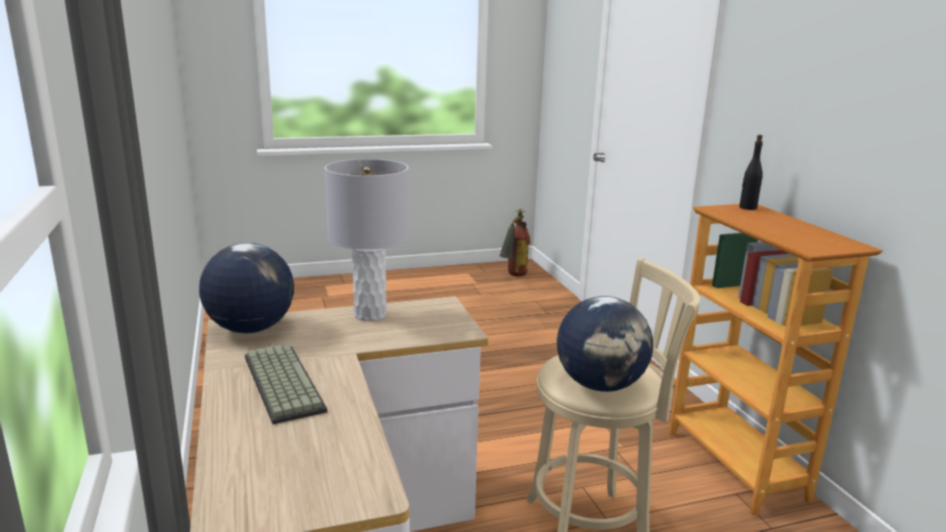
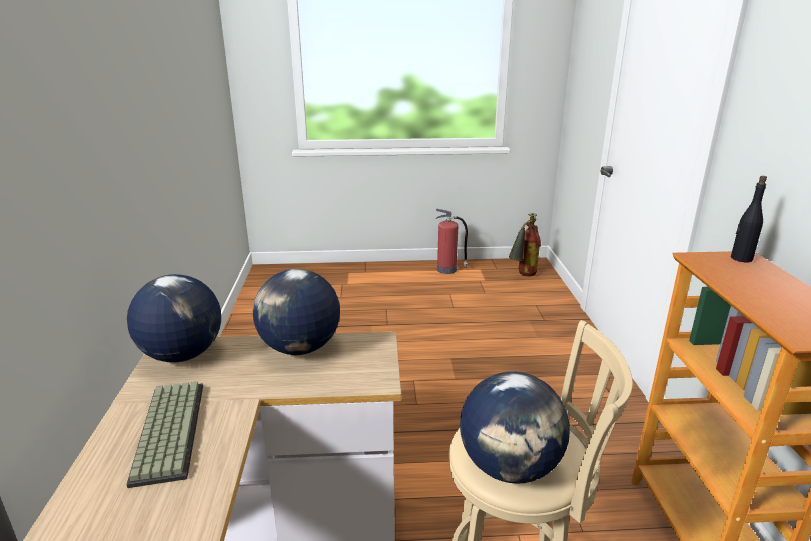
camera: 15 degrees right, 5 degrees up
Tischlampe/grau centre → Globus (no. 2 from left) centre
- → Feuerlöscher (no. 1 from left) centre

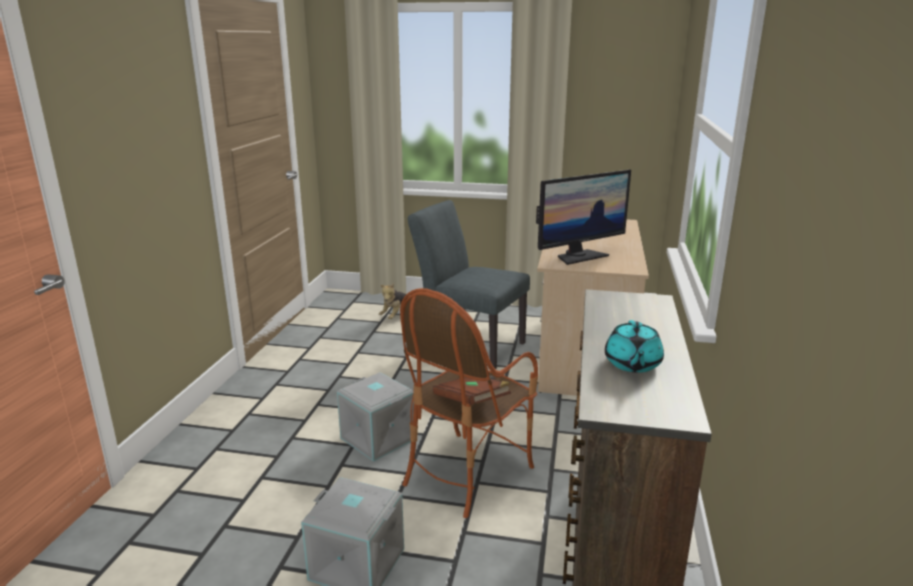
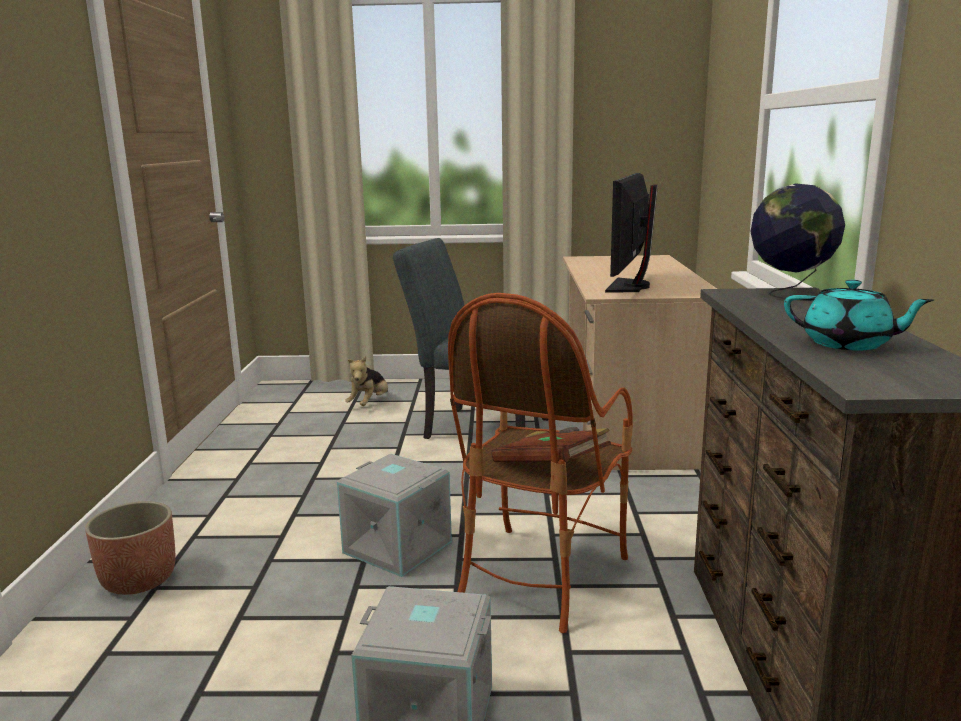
camera: 10 degrees left, 5 degrees down
Monitor centre → Monitor top centre, 150 degrees clockwise
Teekanne/türkis middle right, 60 degrees counterclockwise
- → Globus middle right
- → Pflanzkübel bottom left

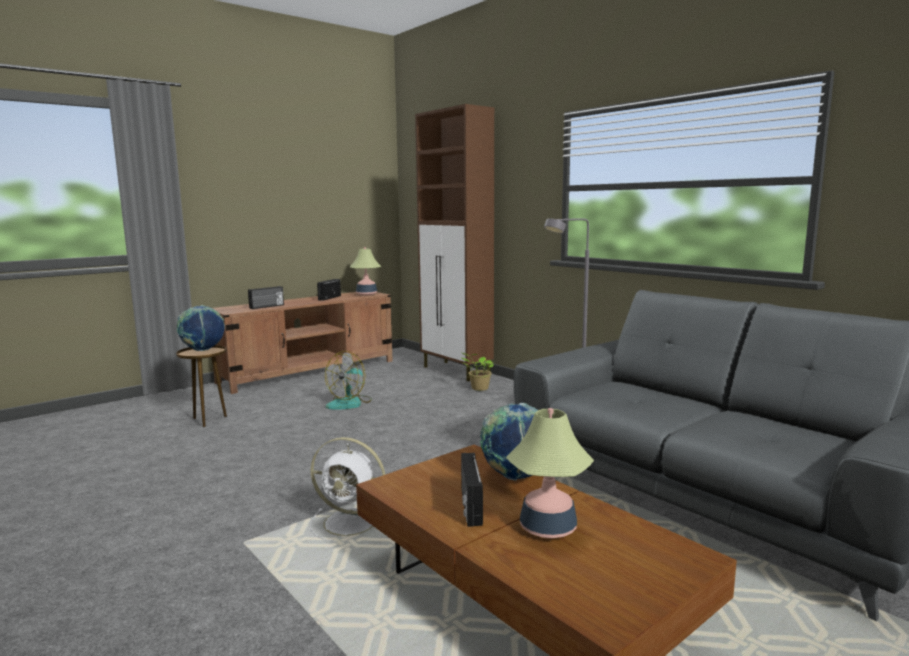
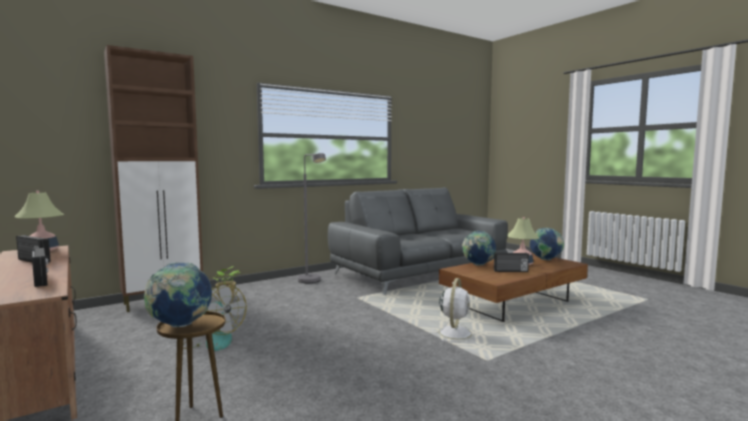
camera: 85 degrees left, 5 degrees down
- → Globus (no. 3 from left) middle right

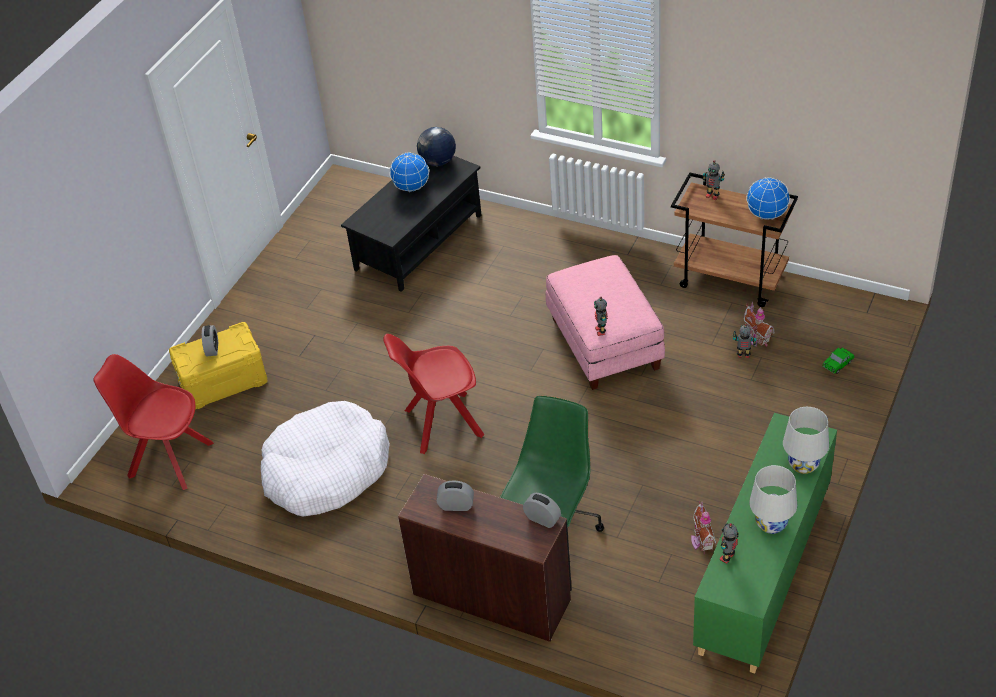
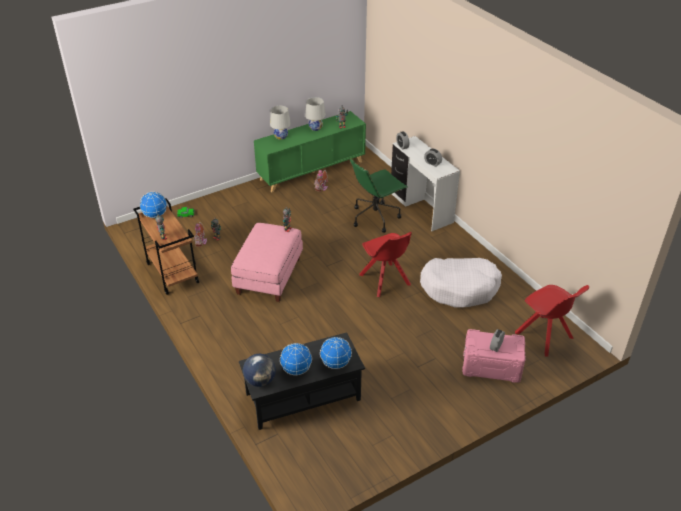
camera: 150 degrees left, 5 degrees down
Aufbewahrungsbox/gelb middle left → Aufbewahrungsbox/rosa bottom right
Stuhl/rot (no. 2 from left in the first image) centre → Stuhl/rot (no. 1 from left) centre, 45 degrees clockwise
Schreibtisch/braun bottom centre → Schreibtisch/weiß centre
- → Globus (no. 4 from left) bottom centre

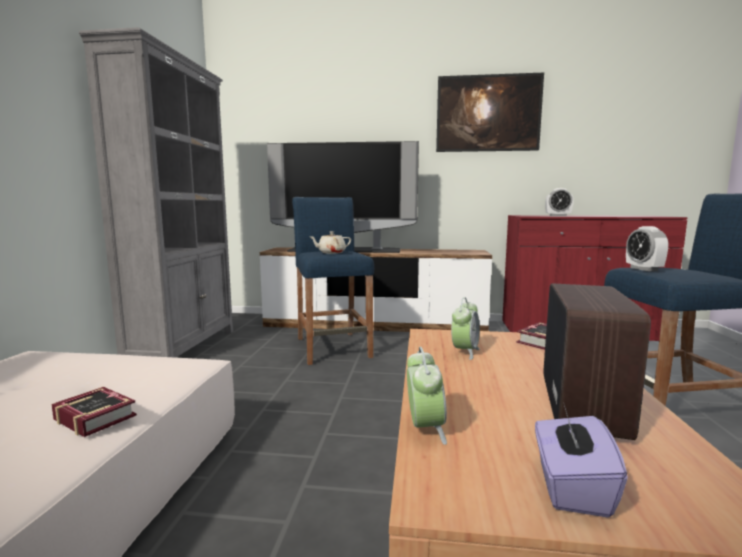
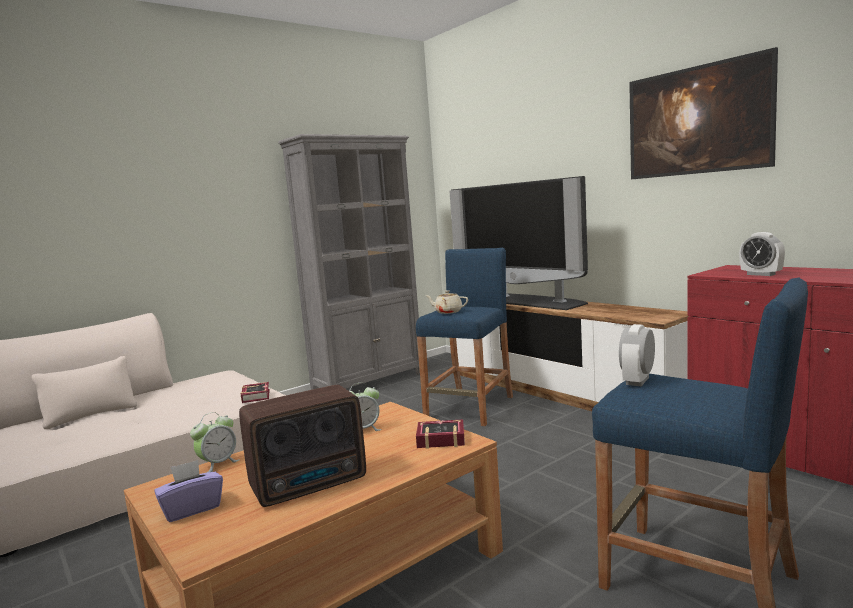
camera: 45 degrees right, 0 degrees up
Buch (no. 1 from left) bottom left → Buch (no. 1 from left) middle left, shifted

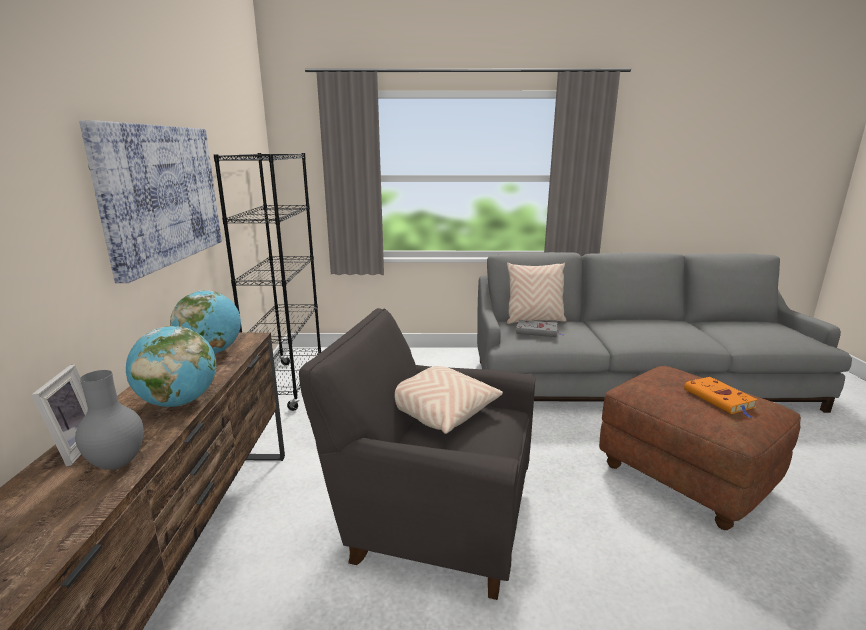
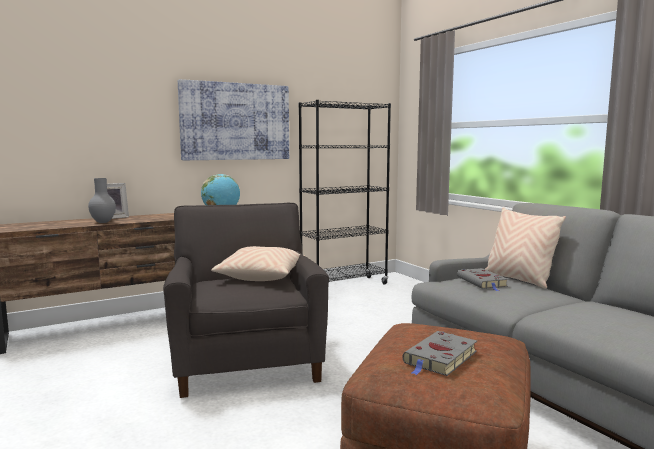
camera: 60 degrees right, 10 degrees down
Globus (no. 1 from left) middle left → -
Buch/orange middle right → Buch/grau (no. 1 from left) bottom right

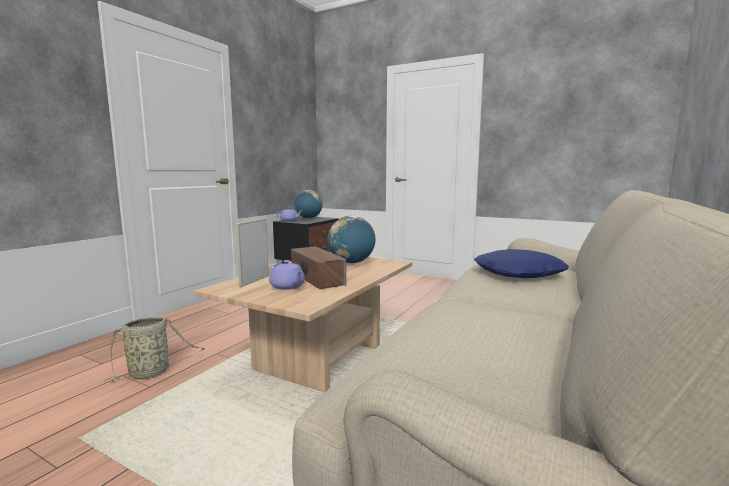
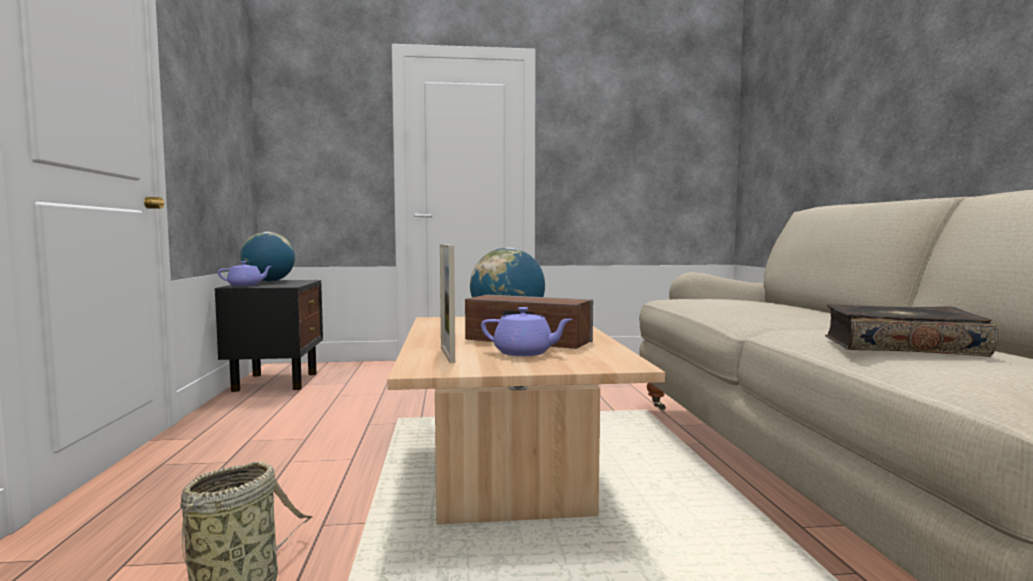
camera: 35 degrees left, 5 degrees down
Kissen/blau middle right → -
- → Buch middle right

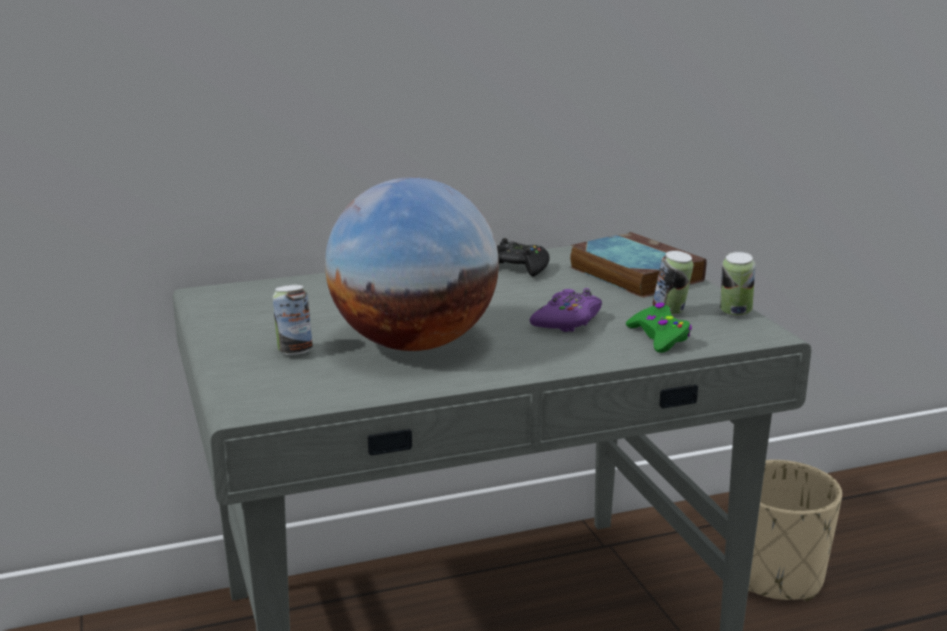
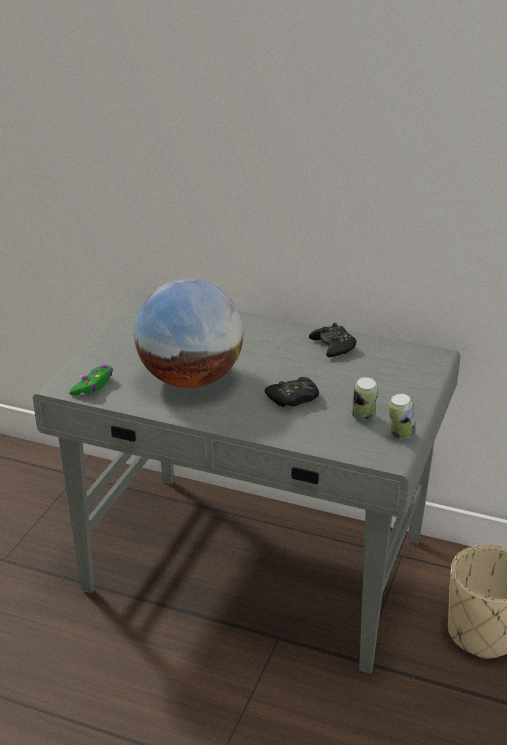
camera: 40 degrees right, 10 degrees up
Buch middle right → -
Dose (no. 1 from left) middle left → -
Gamepad/lila centre → Gamepad/schwarz (no. 1 from left) centre
Gamepad/grün middle right → Gamepad/grün middle left, shifted

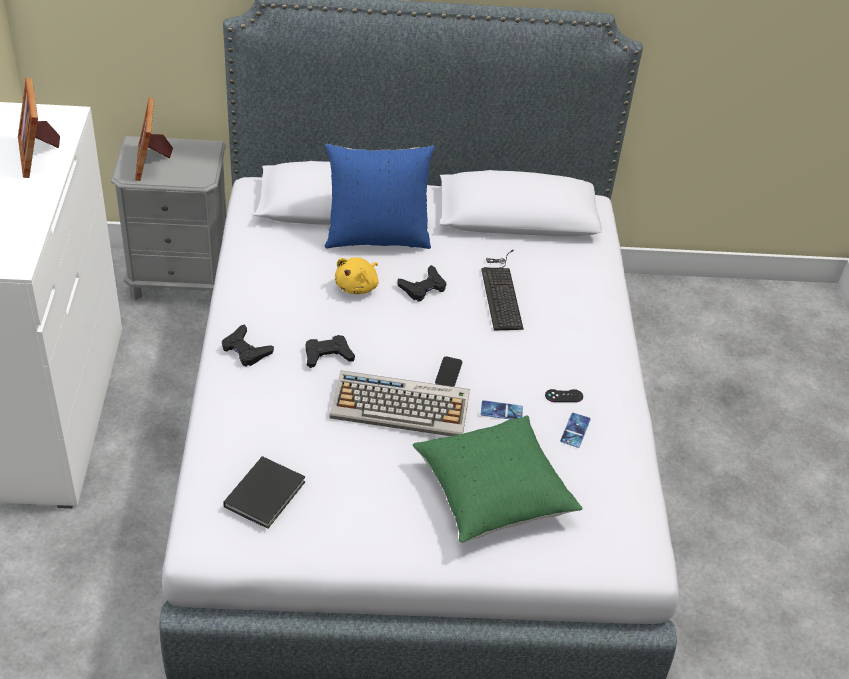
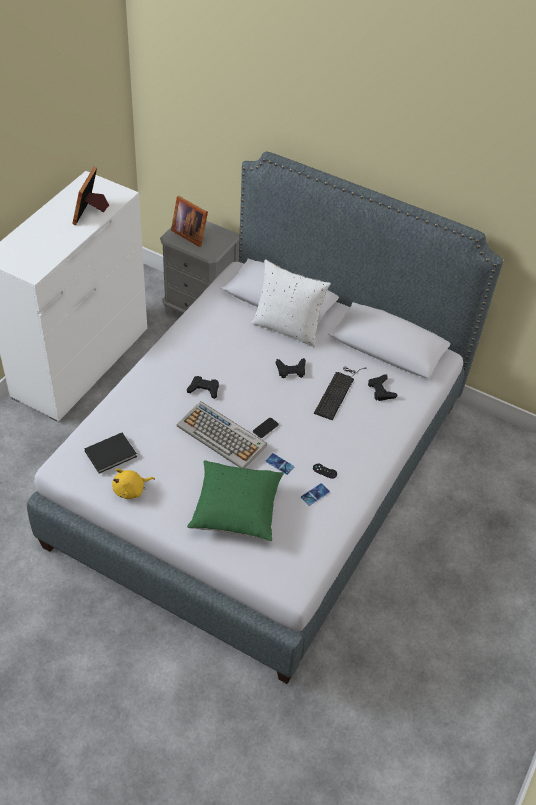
camera: 30 degrees right, 5 degrees up
Bilderrahmen (no. 2 from left) top left → Bilderrahmen (no. 2 from left) top centre, 75 degrees counterclockwise
Kissen/blau top centre → Kissen/weiß centre
Plüschtier/gelb centre → Plüschtier/gelb middle left, shifted
Gamepad/schwarz (no. 1 from left in the first image) middle left → Gamepad/schwarz (no. 4 from left) middle right, shifted

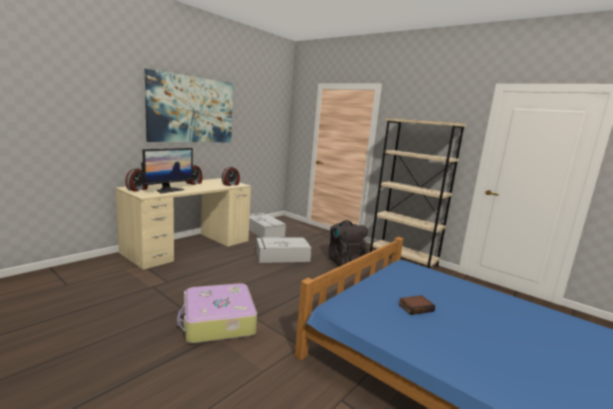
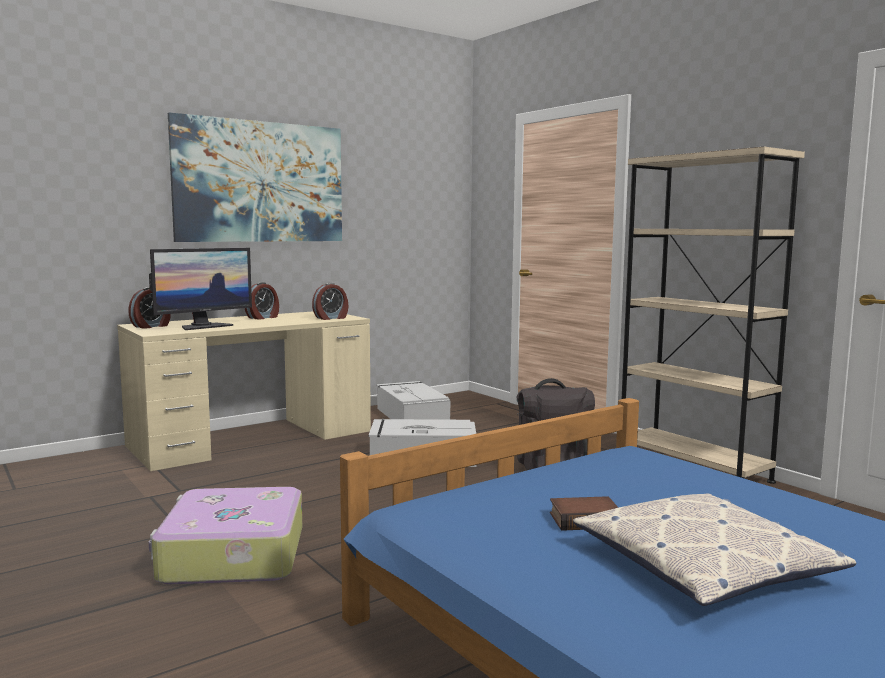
camera: 15 degrees right, 5 degrees down
- → Kissen bottom right

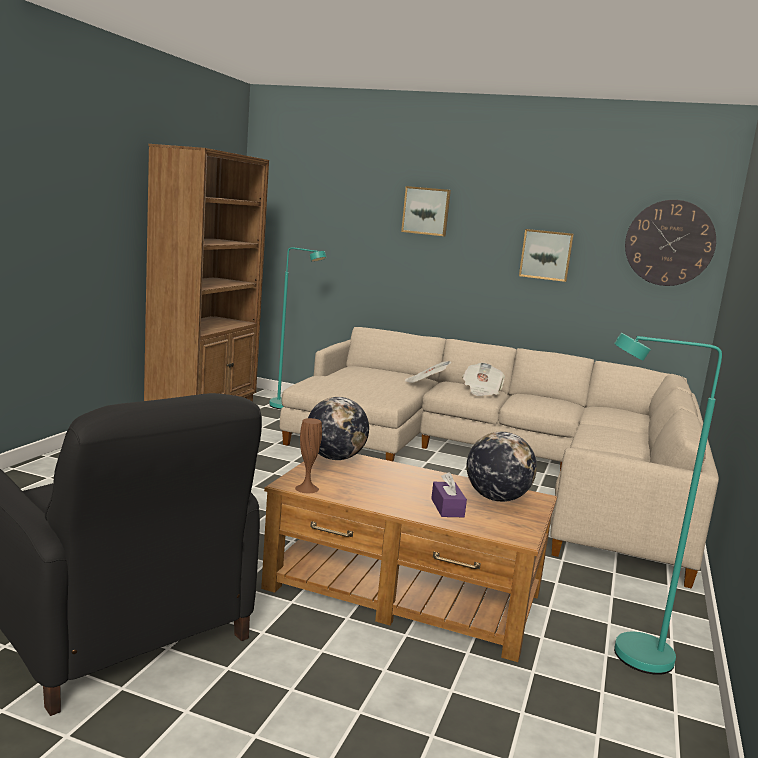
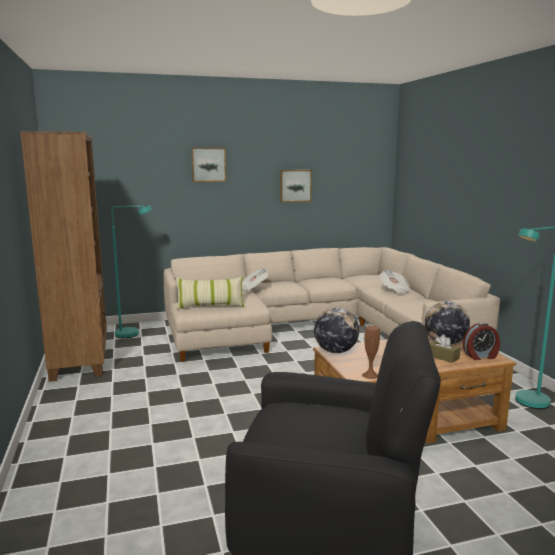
camera: 35 degrees left, 0 degrees up
Wanduhr top right → -
Zeitung (no. 2 from left) centre → Zeitung (no. 2 from left) middle right, shifted
Taschentuchbox/lila centre → Taschentuchbox/braun middle right
- → Kissen centre
- → Wecker middle right

